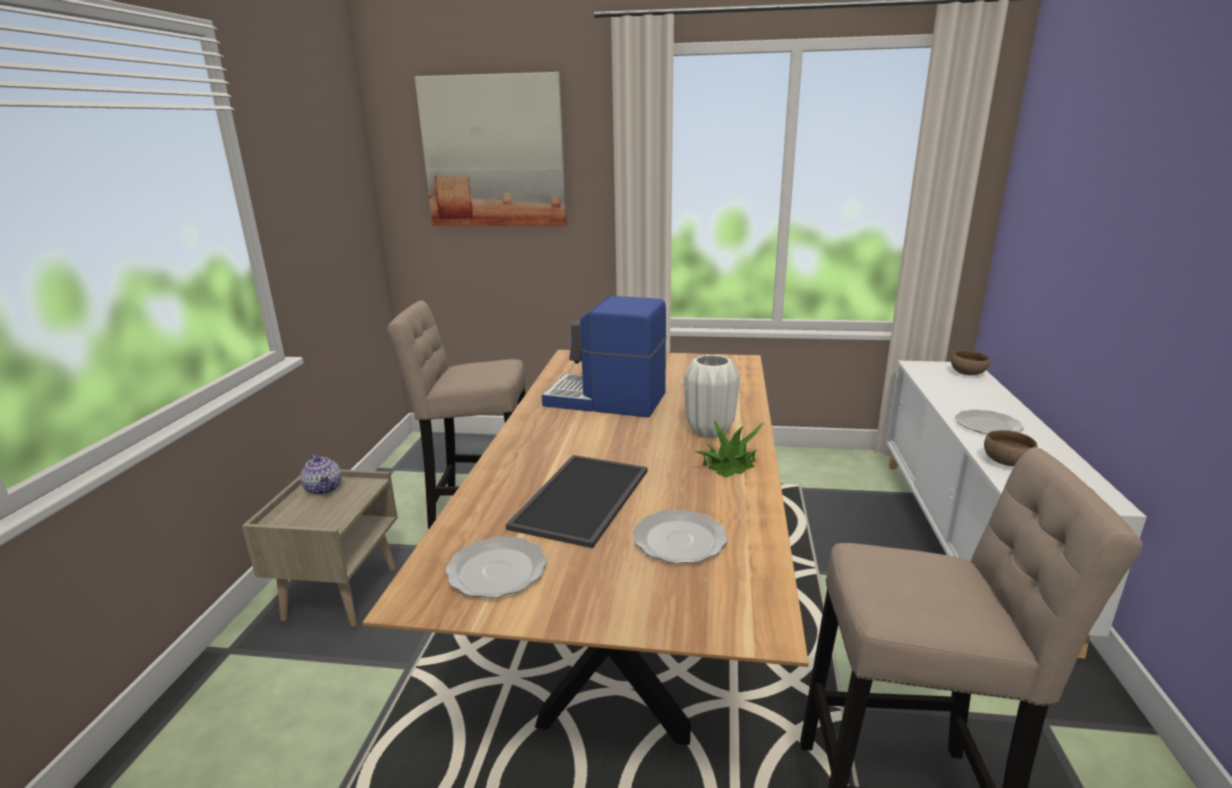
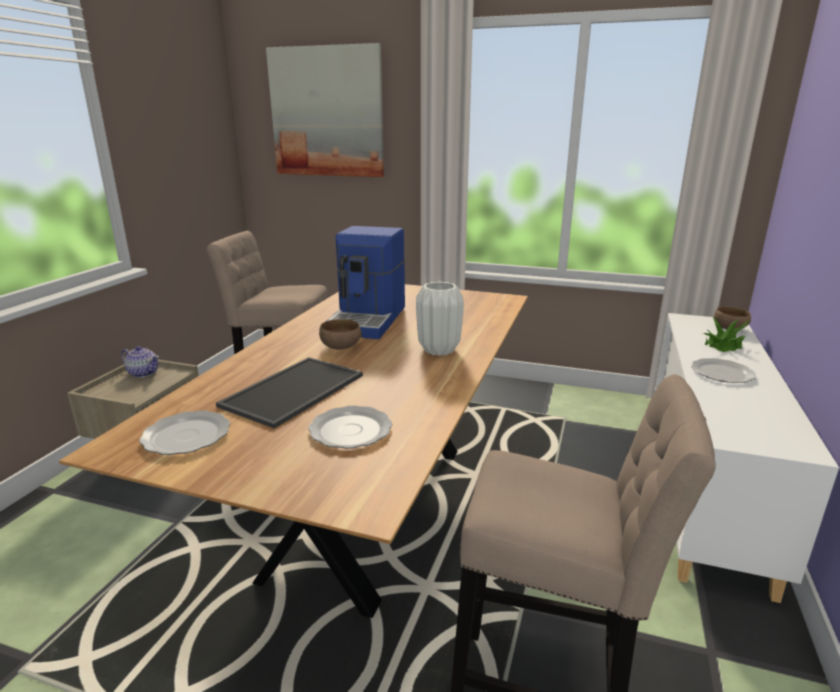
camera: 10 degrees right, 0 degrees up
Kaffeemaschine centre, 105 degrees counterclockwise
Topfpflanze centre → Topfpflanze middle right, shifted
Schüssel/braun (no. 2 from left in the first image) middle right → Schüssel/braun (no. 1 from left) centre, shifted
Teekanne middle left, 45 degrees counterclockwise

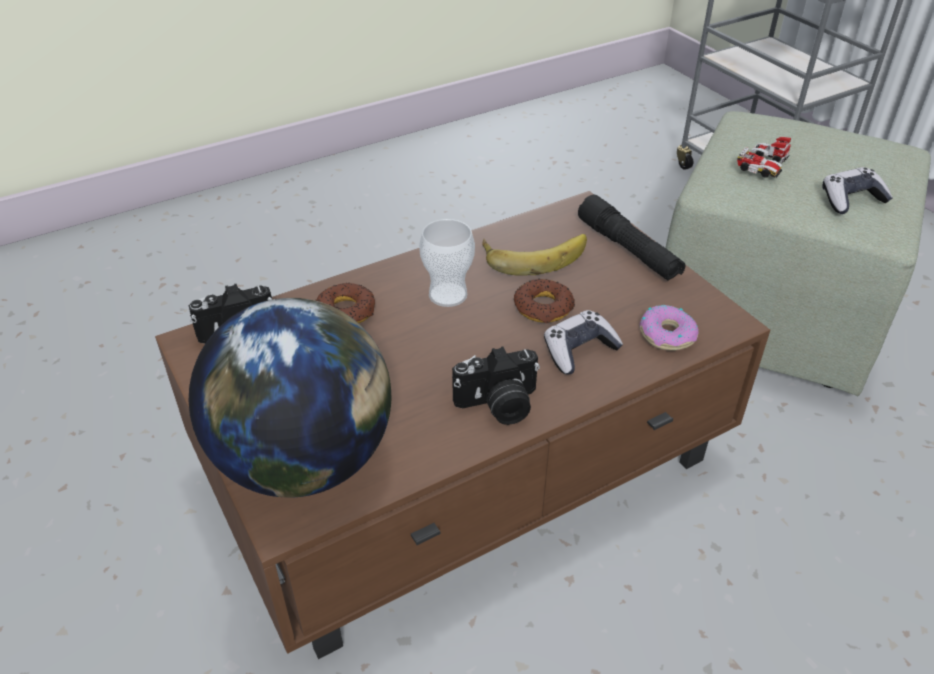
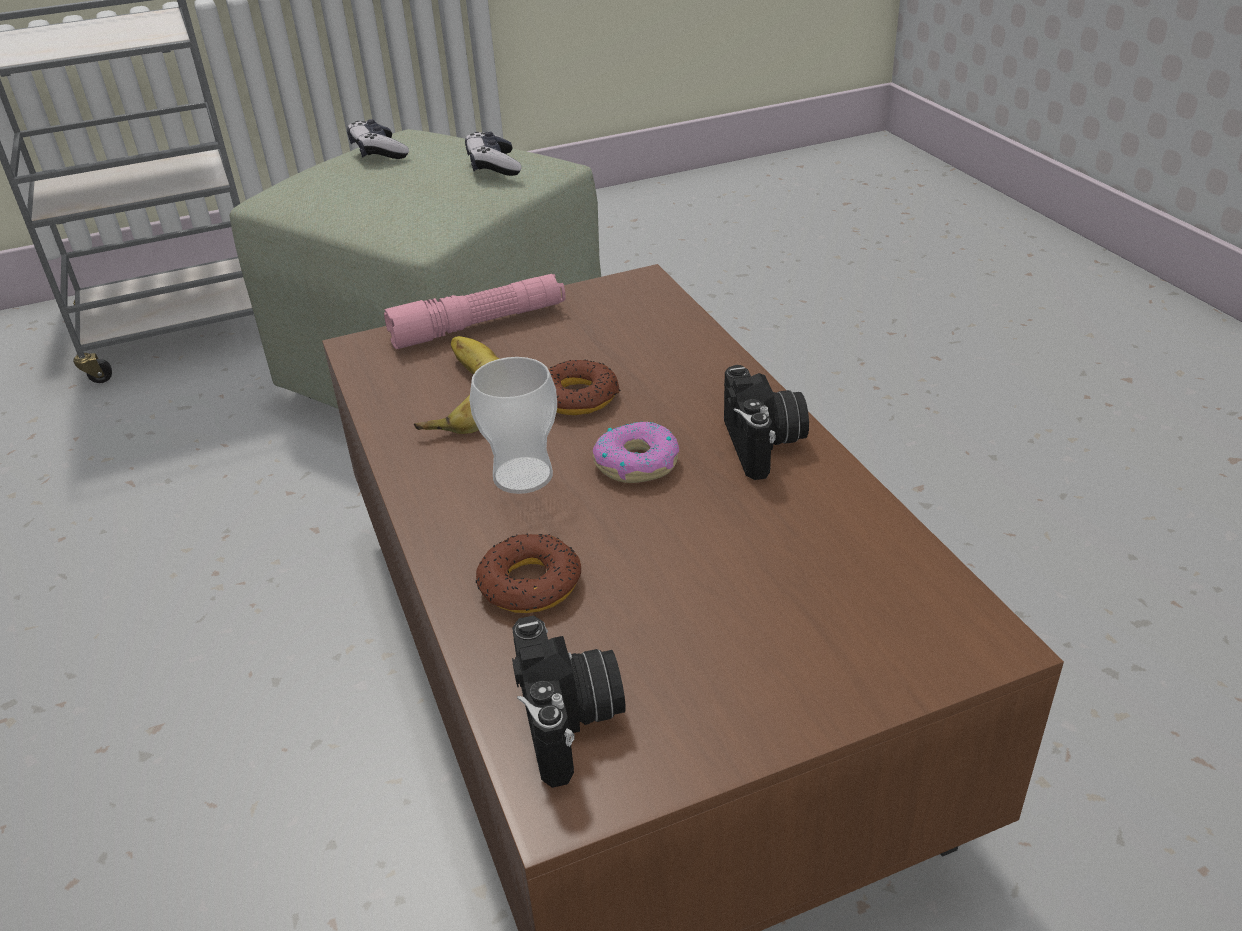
camera: 80 degrees left, 5 degrees down
Spielzeugauto top right → -
Taschenlampe/schwarz middle right → Taschenlampe/rosa centre
Globus middle left → -
Donut (no. 3 from left) middle right → Donut (no. 3 from left) centre, shifted
Gamepad (no. 1 from left) centre → Gamepad (no. 1 from left) top left, shifted

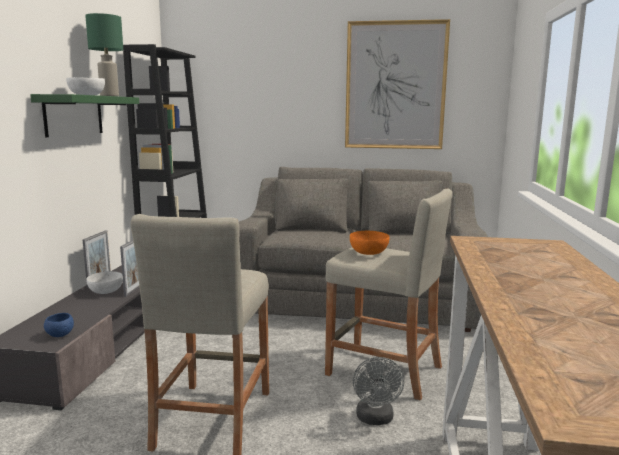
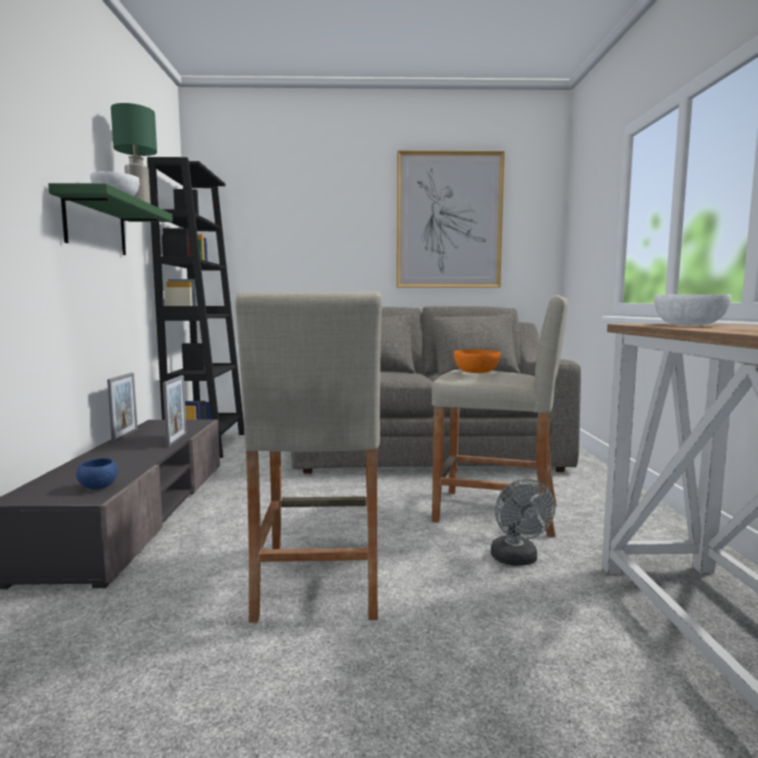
camera: 10 degrees left, 5 degrees down
Schüssel/weiß (no. 2 from left) middle left → Schüssel/weiß (no. 2 from left) middle right, shifted

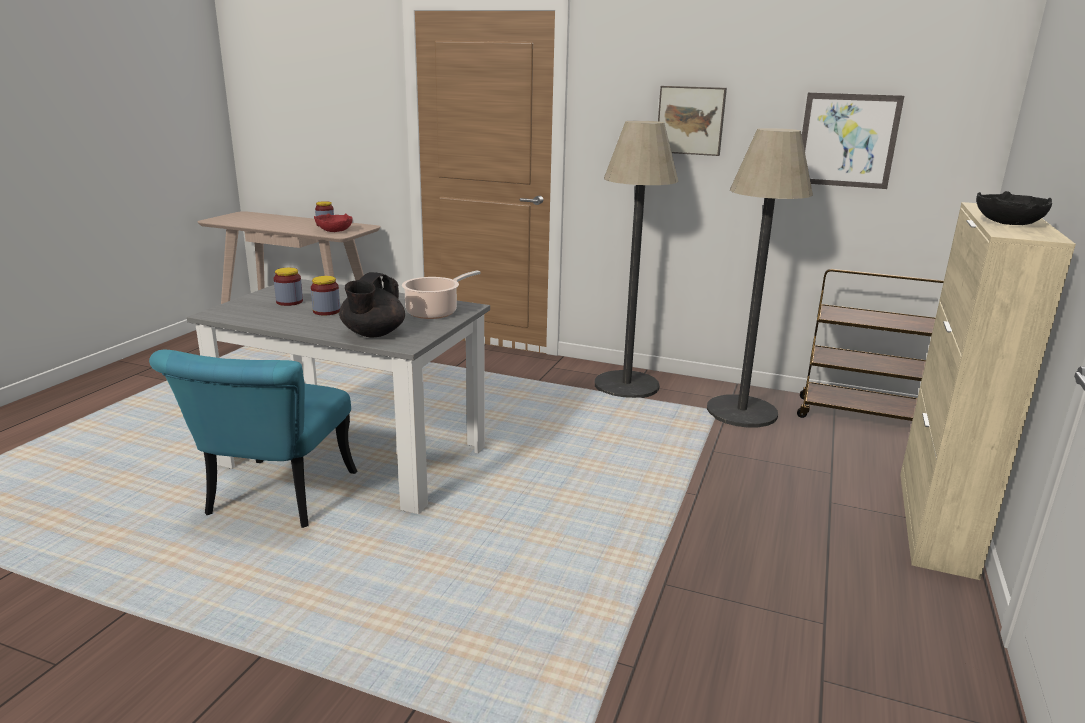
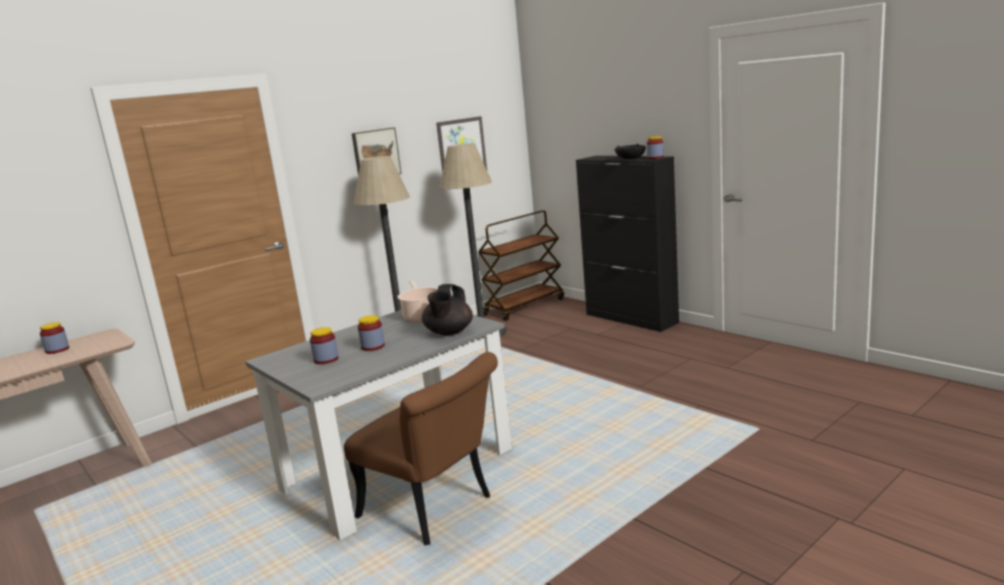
camera: 60 degrees left, 5 degrees down
Schrank/beige middle right → Schrank/schwarz centre
Schüssel/rot top left → -
Teekanne/schwarz centre, 60 degrees clockwise
Stuhl/türkis middle left → Stuhl/braun bottom centre
- → Vorratsglas (no. 4 from left) top centre

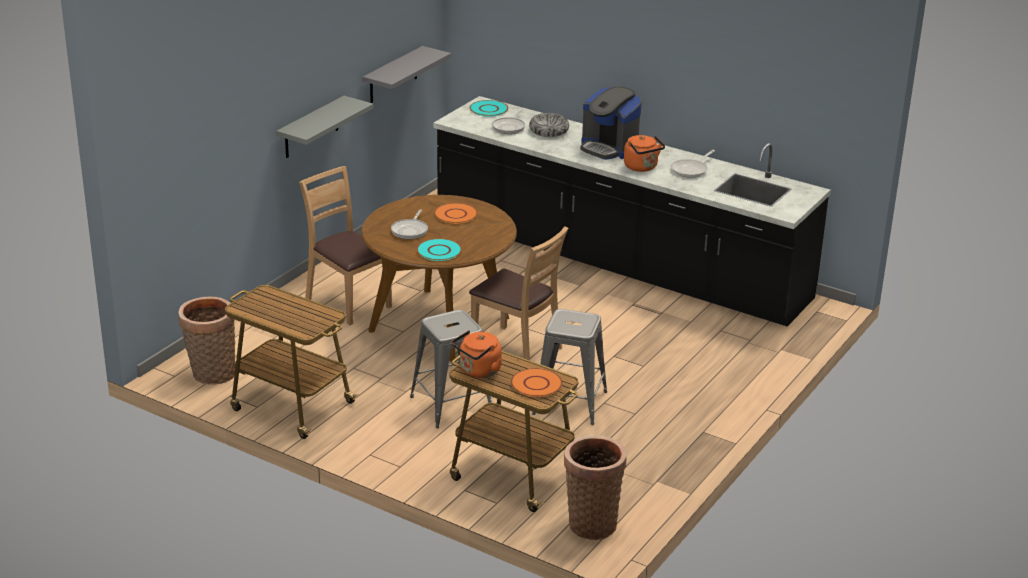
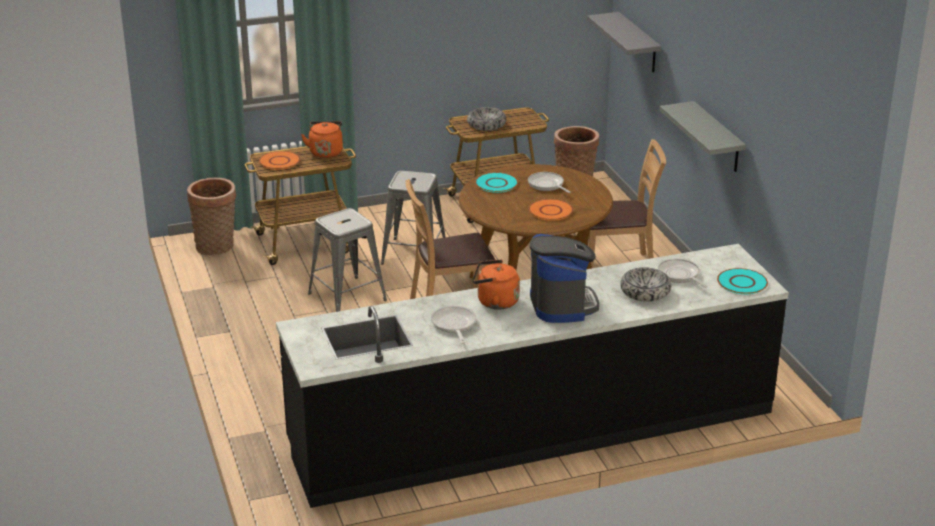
camera: 130 degrees right, 0 degrees up
Wandregal/grau (no. 2 from left in the first image) top centre → Wandregal/grau (no. 1 from left) top right, shifted
Kaffeemaschine top centre → Kaffeemaschine centre, 90 degrees clockwise
- → Schüssel (no. 1 from left) top centre

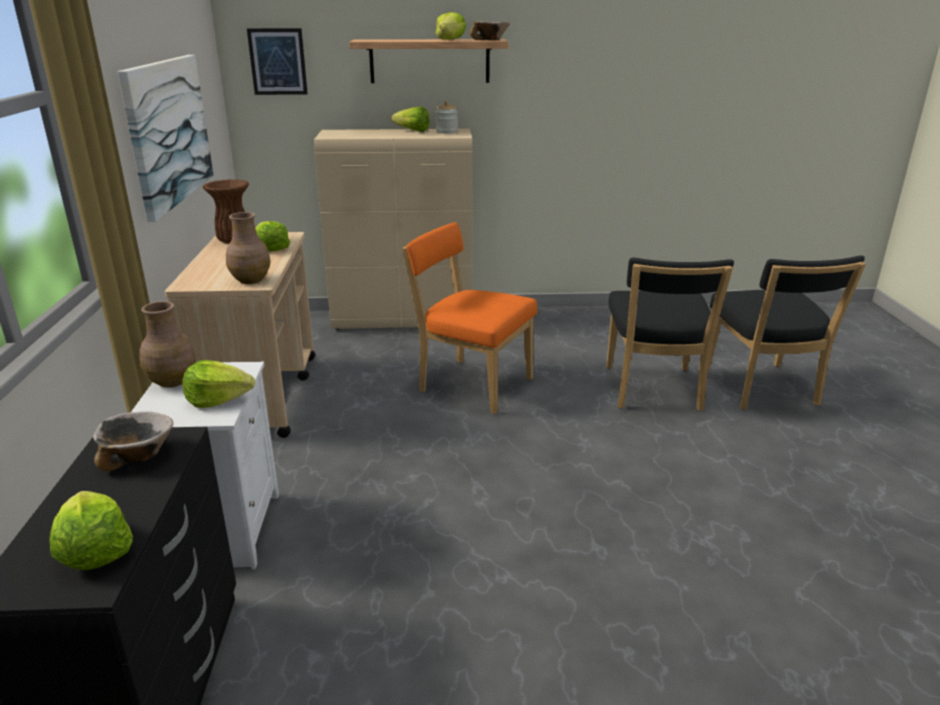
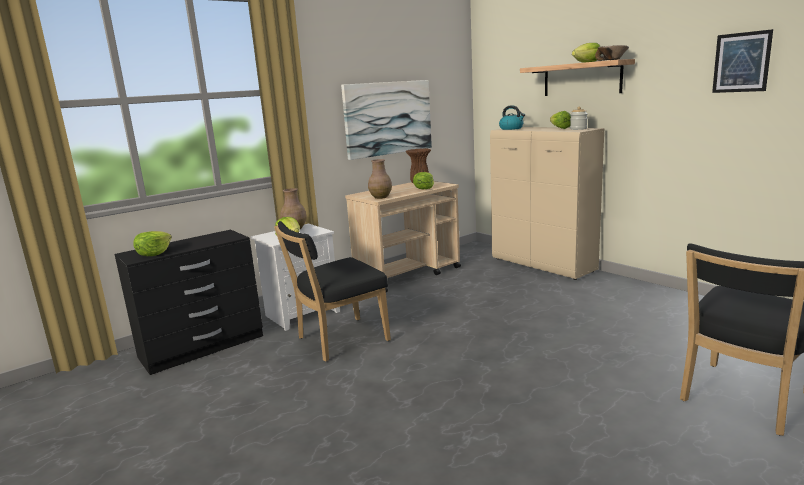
camera: 55 degrees right, 10 degrees down
Bild (no. 2 from left) top left → Bild (no. 2 from left) top right, shifted
Stuhl/orange centre → -
Stuhl/schwarz (no. 1 from left) middle right → Stuhl/schwarz (no. 1 from left) centre, shifted
Schüssel (no. 1 from left) middle left → -
- → Wasserkessel top centre

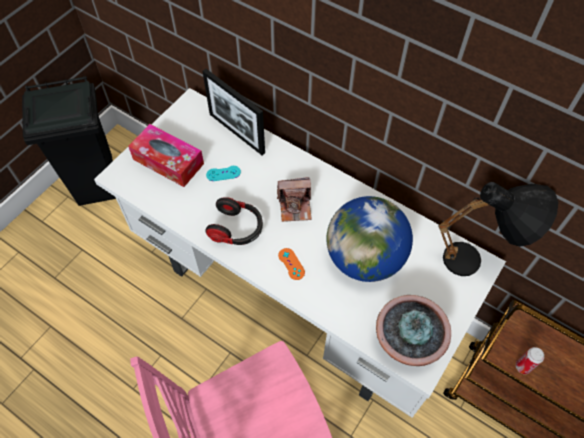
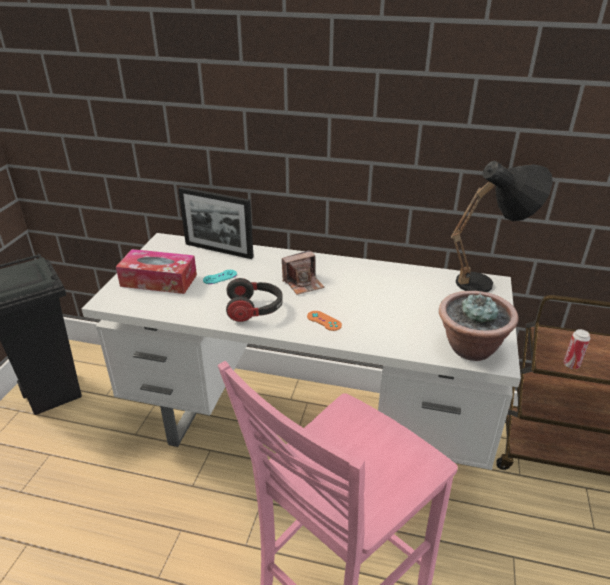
camera: 20 degrees left, 25 degrees down
Globus centre → -

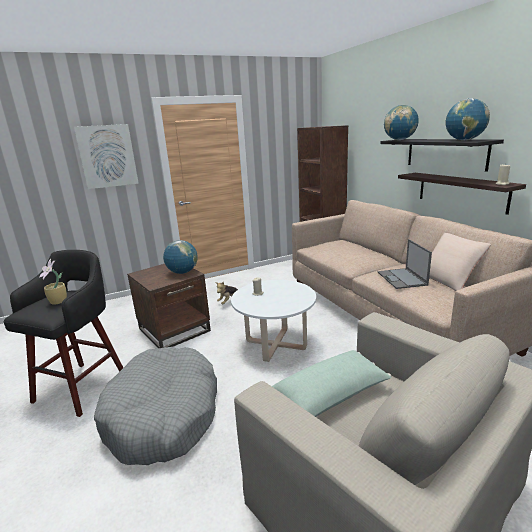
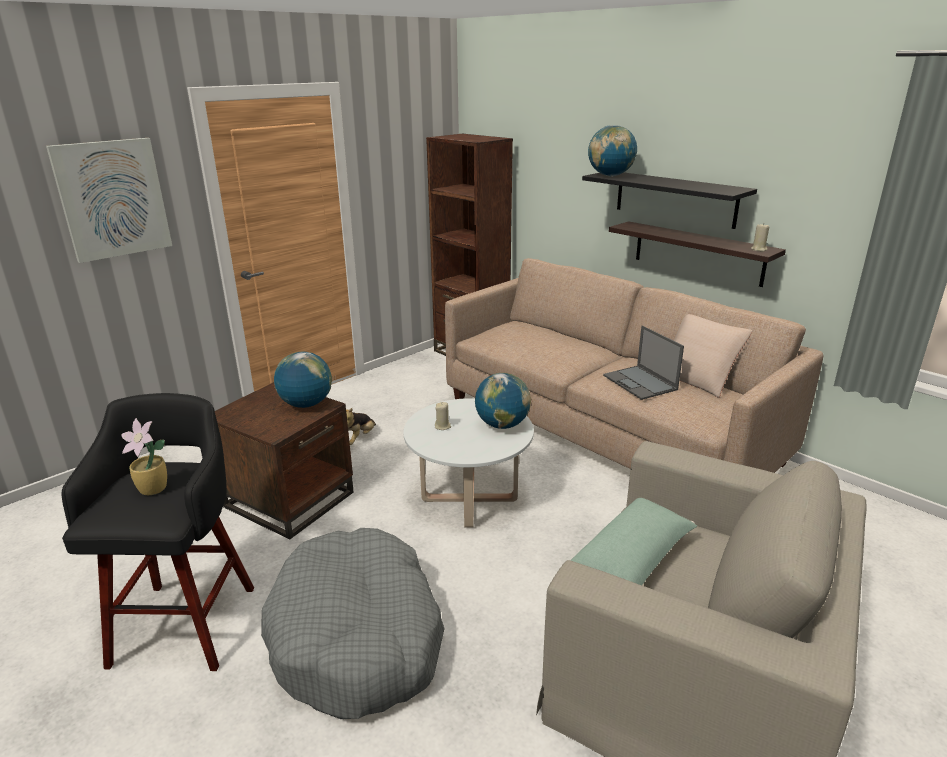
camera: 20 degrees left, 5 degrees up
Globus (no. 3 from left in the first image) top right → Globus (no. 2 from left) centre, shifted

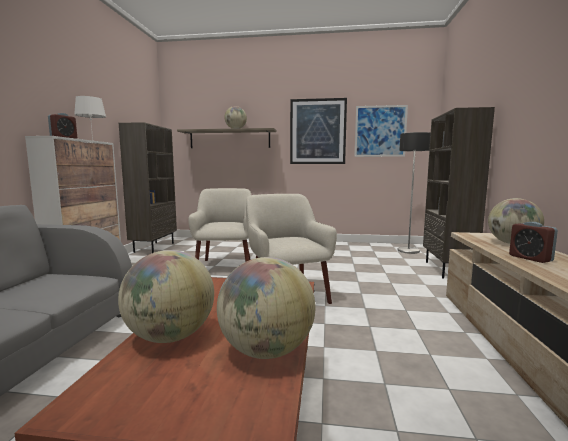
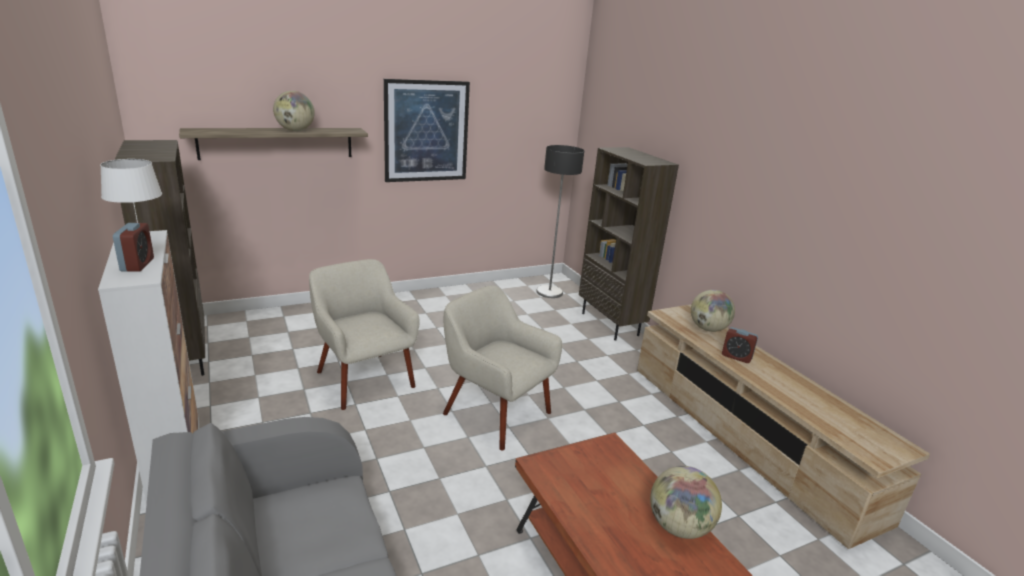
camera: 35 degrees left, 15 degrees up
Bild (no. 2 from left) top right → -
Globus (no. 1 from left) bottom left → -

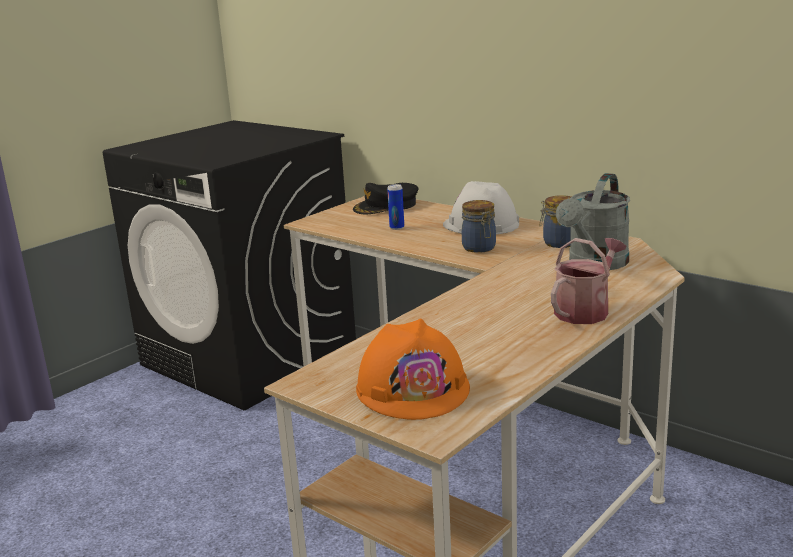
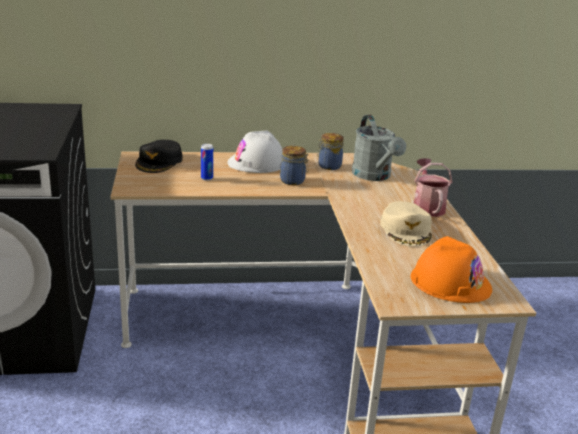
camera: 50 degrees left, 5 degrees up
- → Kappe/beige middle right

